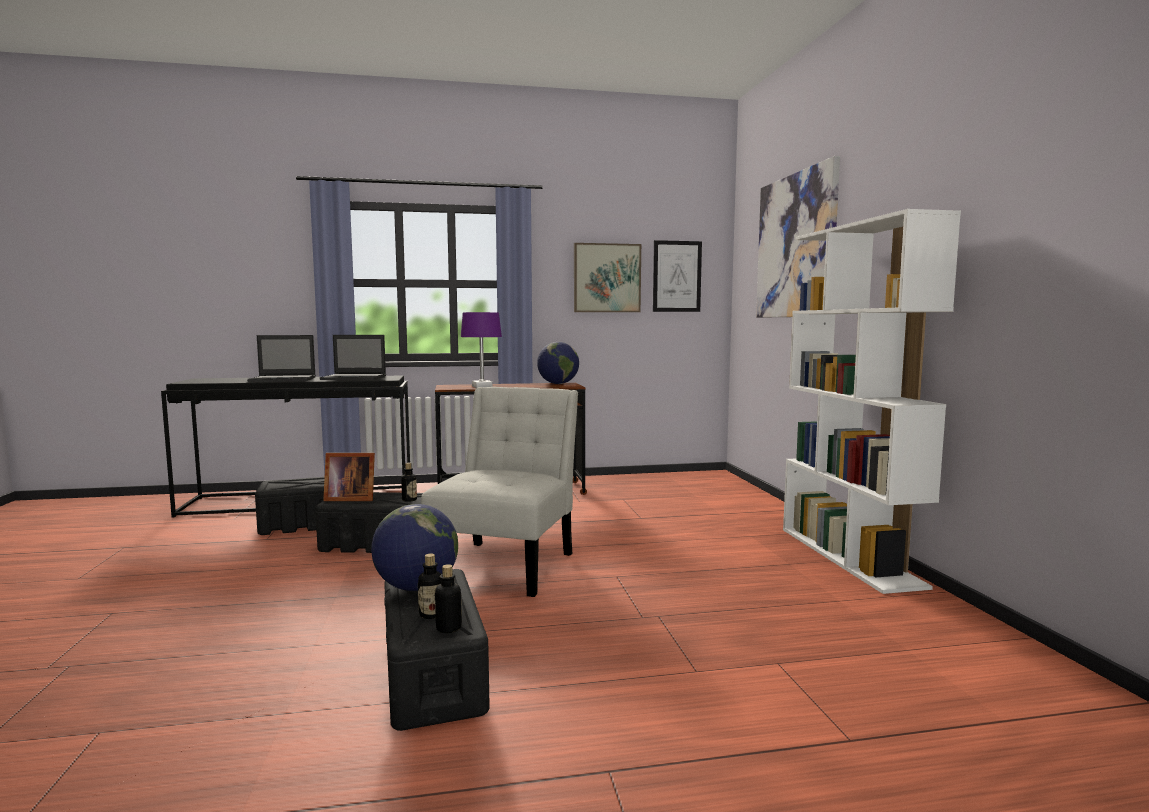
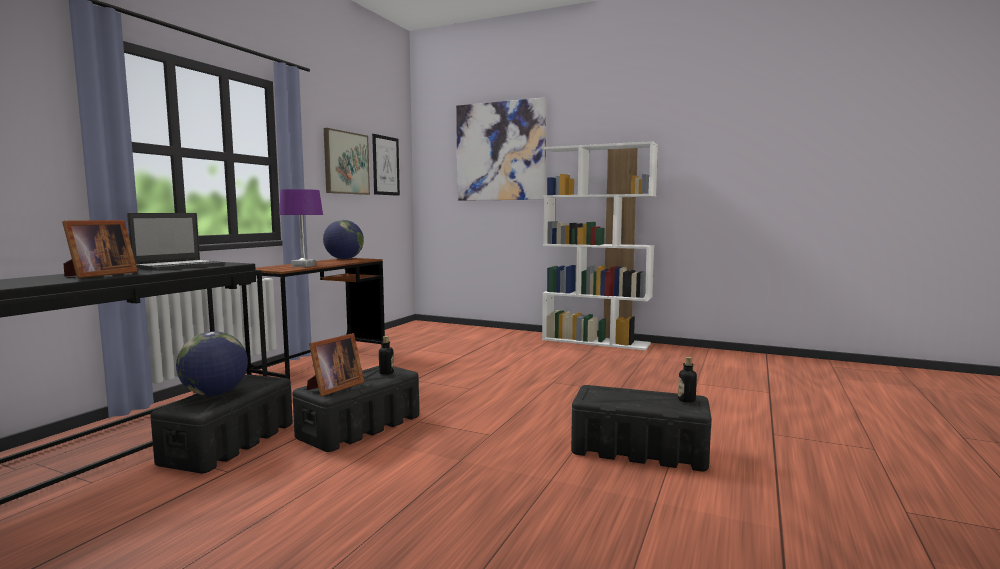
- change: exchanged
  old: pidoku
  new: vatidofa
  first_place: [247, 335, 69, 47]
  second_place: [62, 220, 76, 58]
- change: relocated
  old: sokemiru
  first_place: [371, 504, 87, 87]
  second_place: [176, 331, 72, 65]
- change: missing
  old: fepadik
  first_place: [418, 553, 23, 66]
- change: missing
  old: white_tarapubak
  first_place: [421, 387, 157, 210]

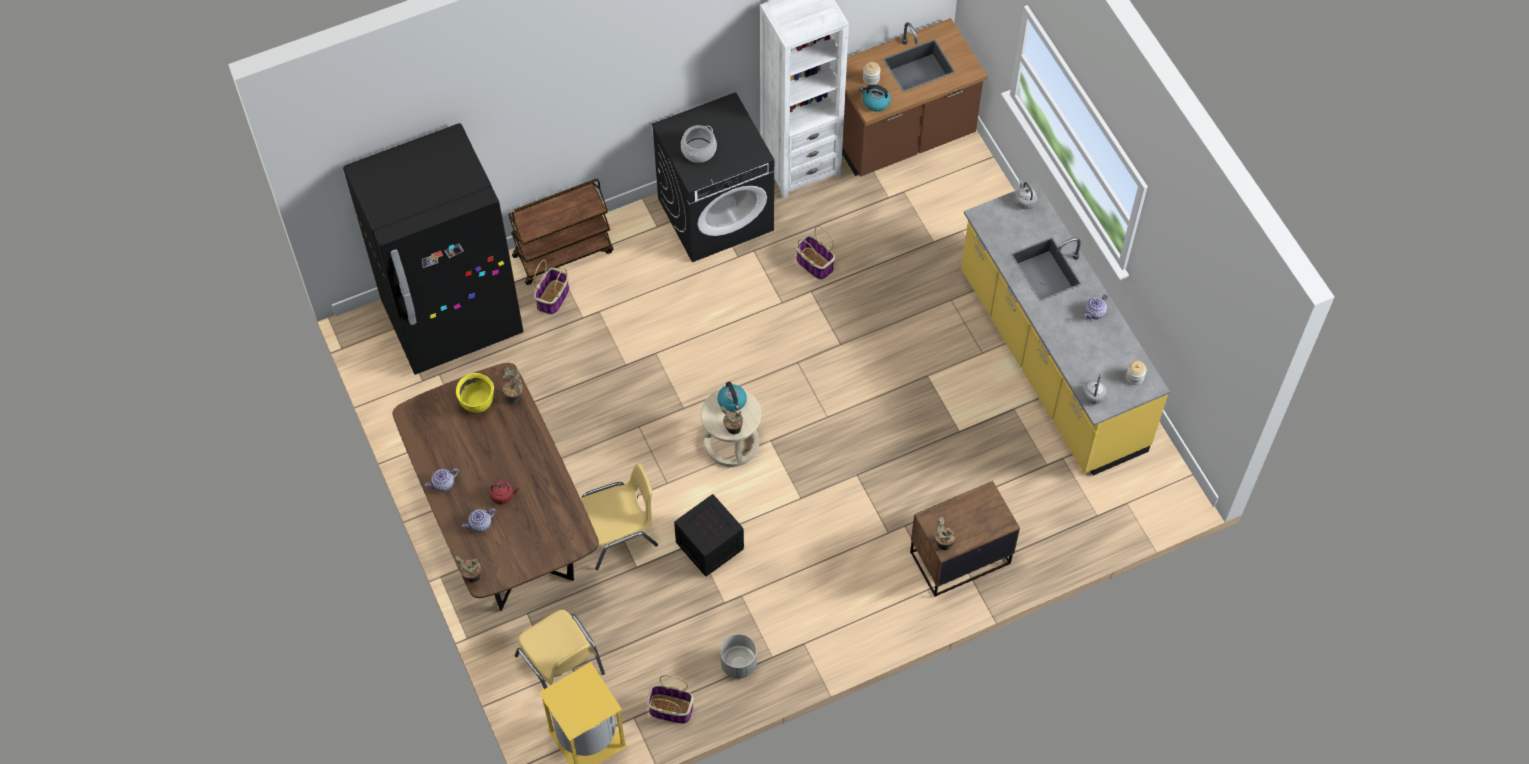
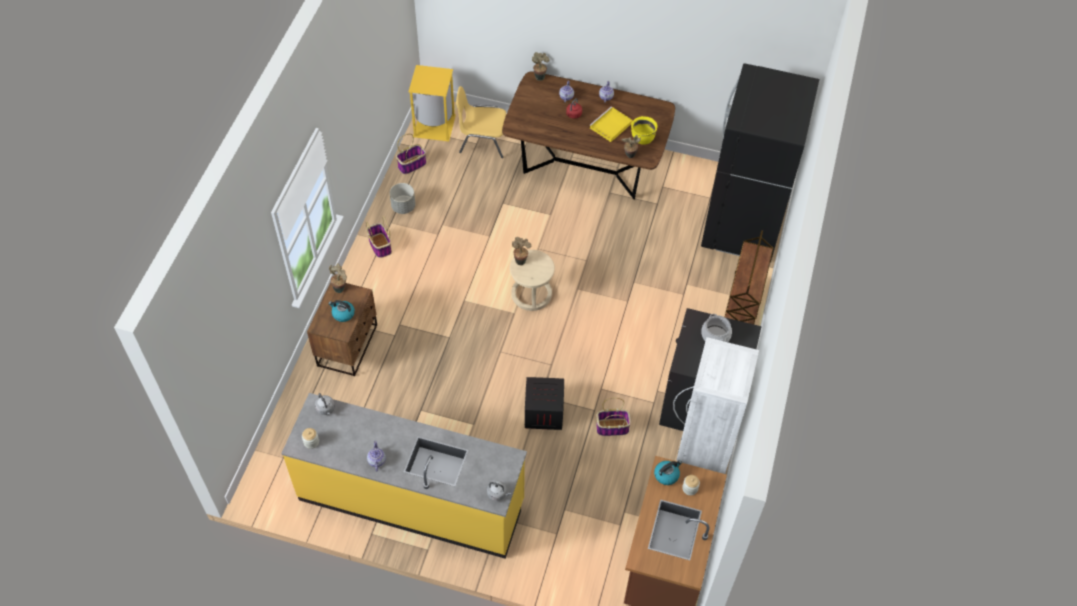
- change: relocated
  old: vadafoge
  first_place: [717, 382, 30, 30]
  second_place: [328, 300, 27, 22]
- change: relocated
  old: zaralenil
  first_place: [534, 260, 35, 55]
  second_place: [366, 216, 26, 42]
- change: relocated
  old: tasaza
  first_place: [674, 494, 70, 82]
  second_place: [525, 377, 39, 53]
- change: appeared
  new: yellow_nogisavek
  second_place: [589, 106, 44, 36]
- change: missing
  old: yellow_tarapubak
  first_place: [581, 463, 77, 107]

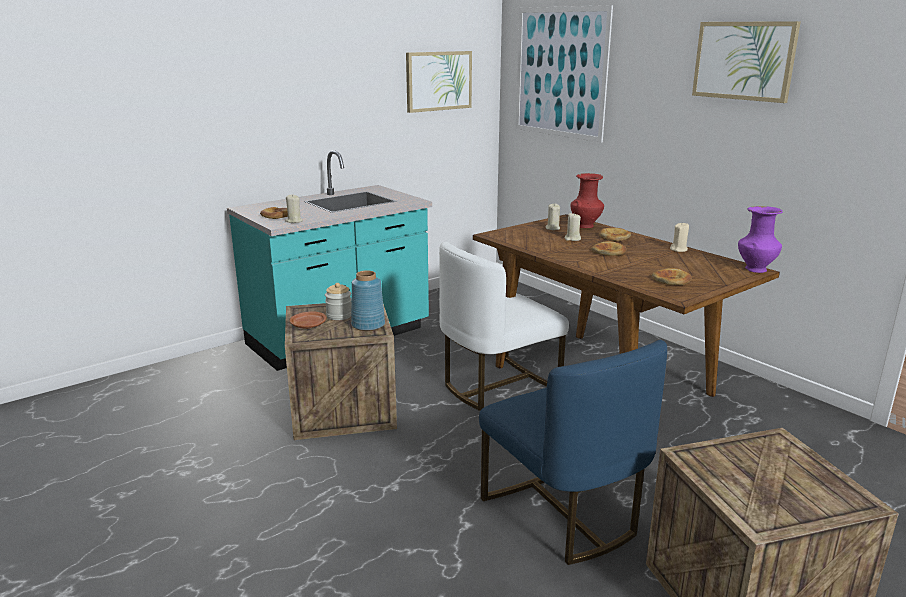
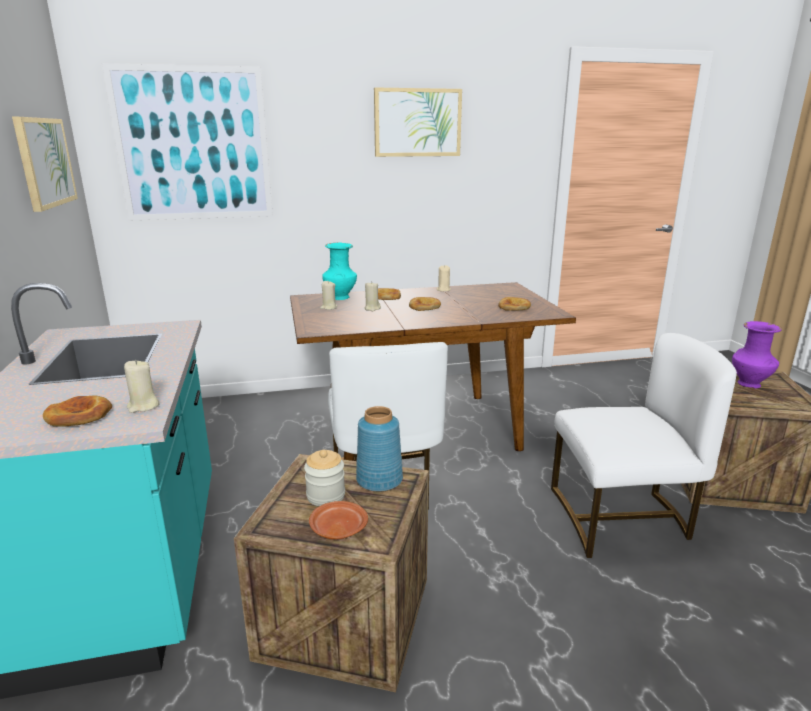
- change: colour
  old: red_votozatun
  new: turquoise_votozatun
  first_place: [571, 173, 33, 55]
  second_place: [322, 243, 35, 57]
- change: colour
  old: blue_tarapubak
  new: white_tarapubak
  first_place: [479, 340, 188, 225]
  second_place: [551, 333, 186, 225]
- change: relocated
  old: purple_votozatun
  first_place: [738, 206, 45, 67]
  second_place: [732, 321, 50, 67]

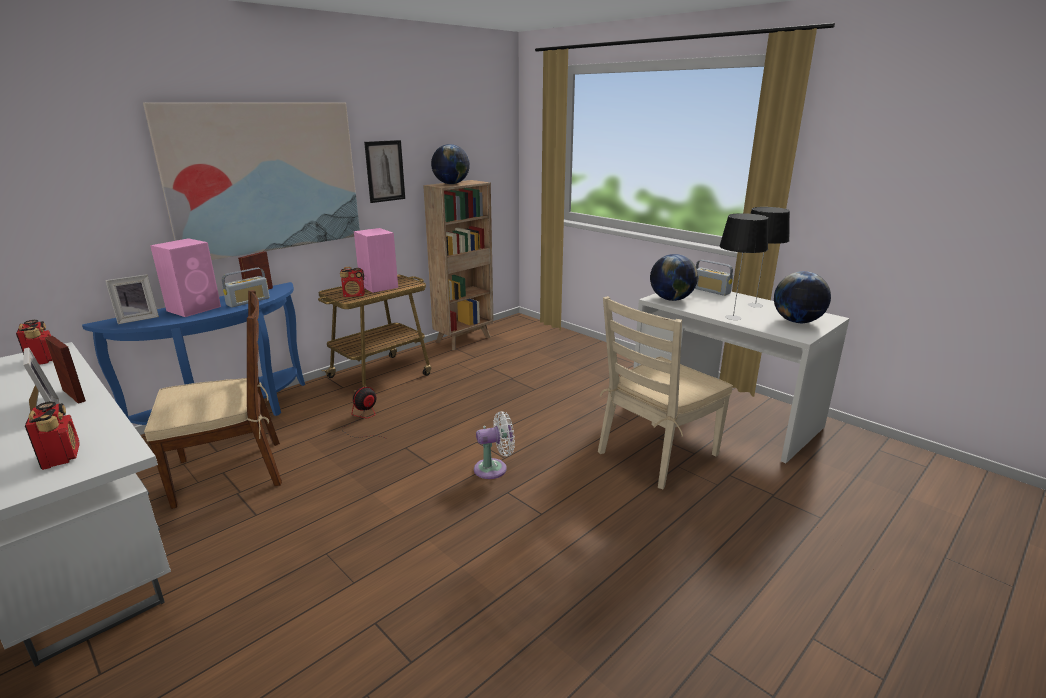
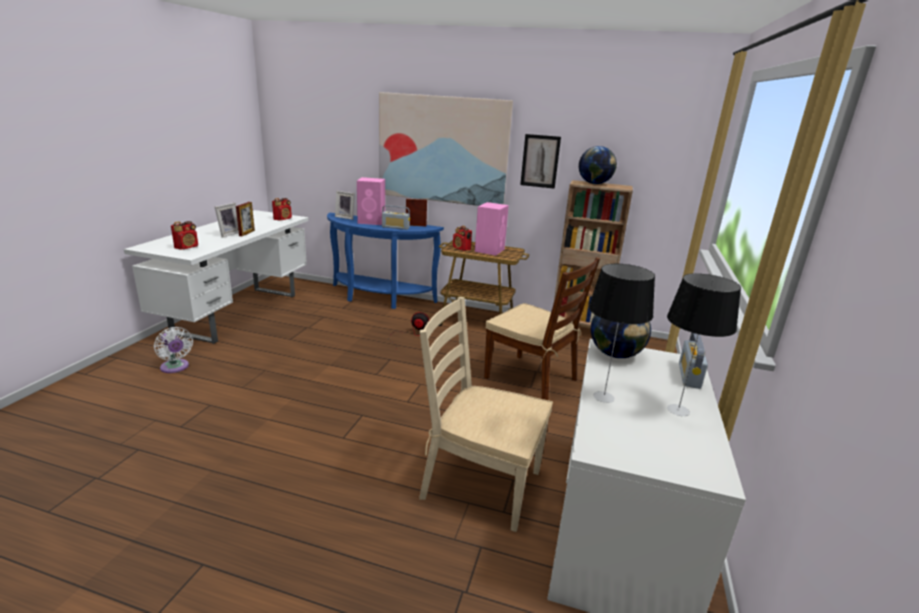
- change: relocated
  old: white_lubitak
  first_place: [474, 411, 41, 68]
  second_place: [154, 327, 39, 46]
- change: relocated
  old: brown_tarapubak
  first_place: [144, 290, 138, 219]
  second_place: [484, 257, 116, 143]
- change: missing
  old: sokemiru
  first_place: [774, 271, 57, 52]

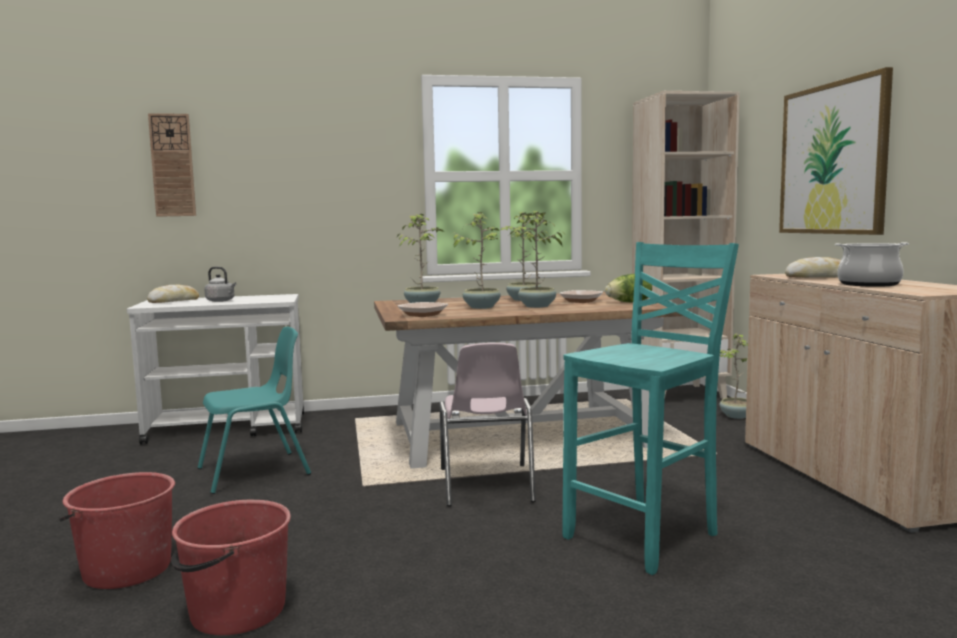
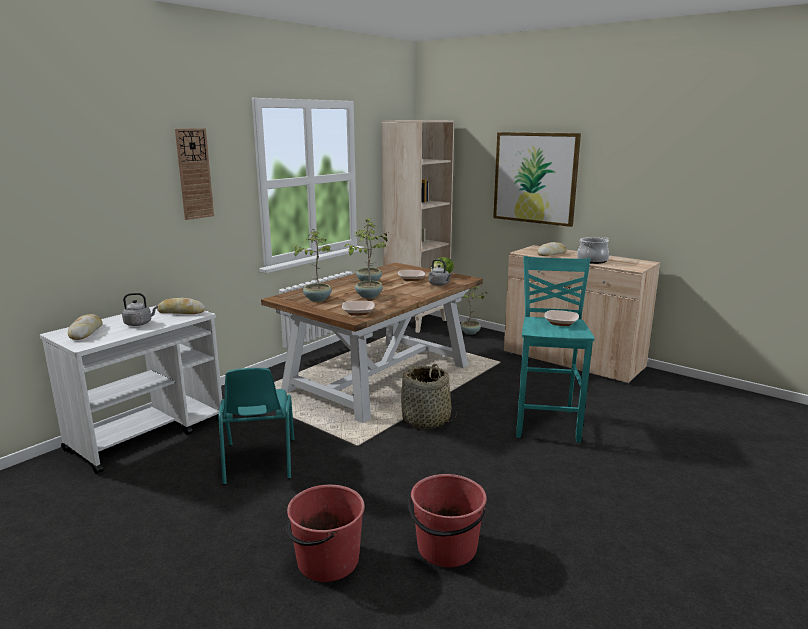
- change: appeared
  new: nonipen
  second_place: [157, 298, 48, 16]
- change: relocated
  old: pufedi
  first_place: [148, 113, 48, 104]
  second_place: [175, 128, 39, 92]
- change: spun
  old: turquoise_tarapubak
  first_place: [198, 327, 113, 167]
  second_place: [218, 368, 76, 117]
  degrees: 150
- change: exchanged
  old: pink_tarapubak
  new: zaralenil
  first_place: [440, 343, 96, 163]
  second_place: [401, 364, 56, 65]
- change: appeared
  new: grey_vadafoge
  second_place: [429, 259, 23, 27]
- change: appeared
  new: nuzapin
  second_place: [544, 310, 35, 16]
- change: missing
  old: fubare
  first_place: [513, 211, 52, 97]

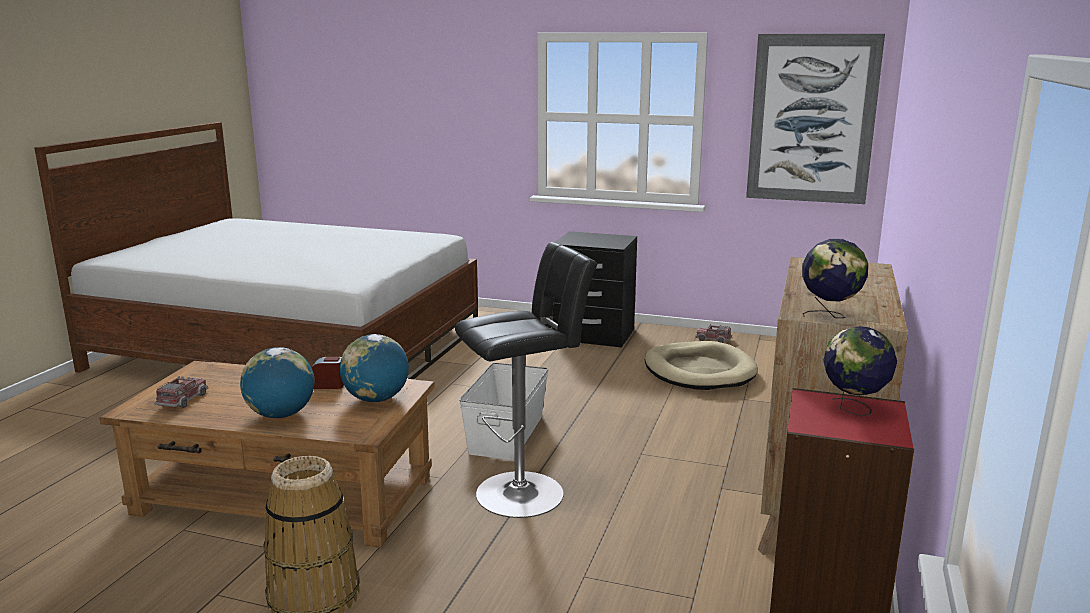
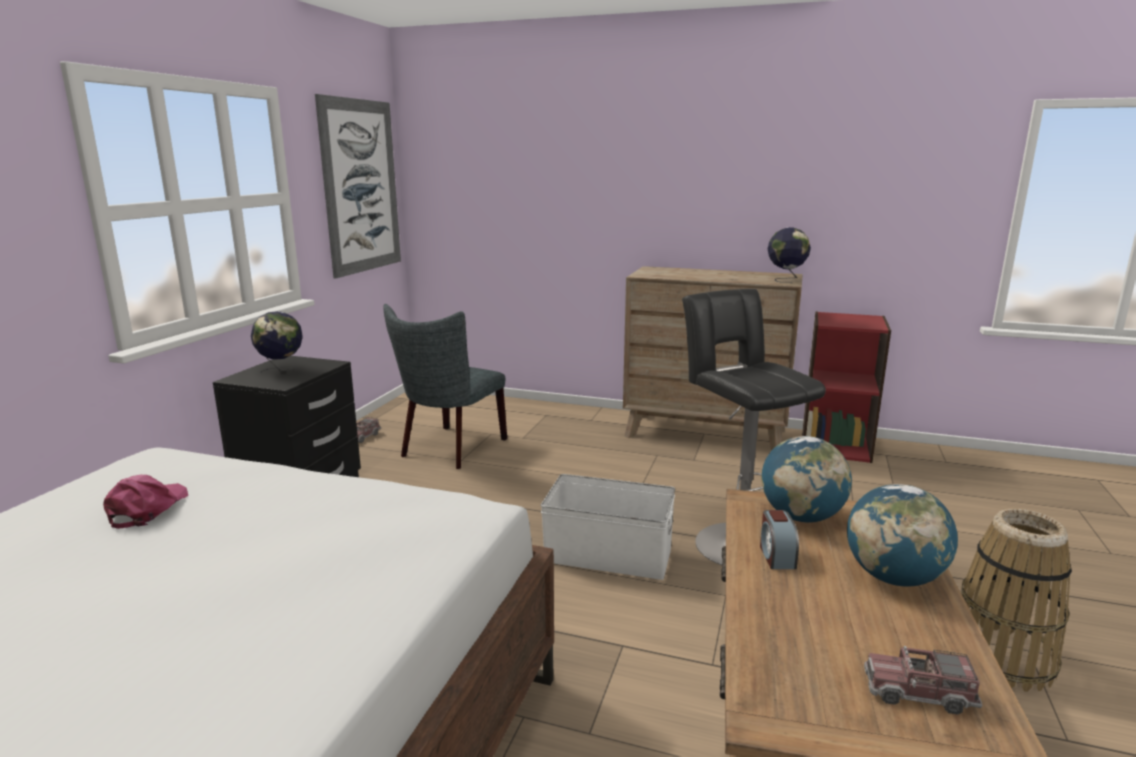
- change: appeared
  new: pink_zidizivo
  second_place: [103, 475, 85, 54]
- change: relocated
  old: sokemiru
  first_place: [823, 326, 74, 91]
  second_place: [251, 311, 52, 63]
- change: exchanged
  old: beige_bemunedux
  new: grey_tarapubak
  first_place: [645, 341, 113, 49]
  second_place: [383, 304, 124, 165]

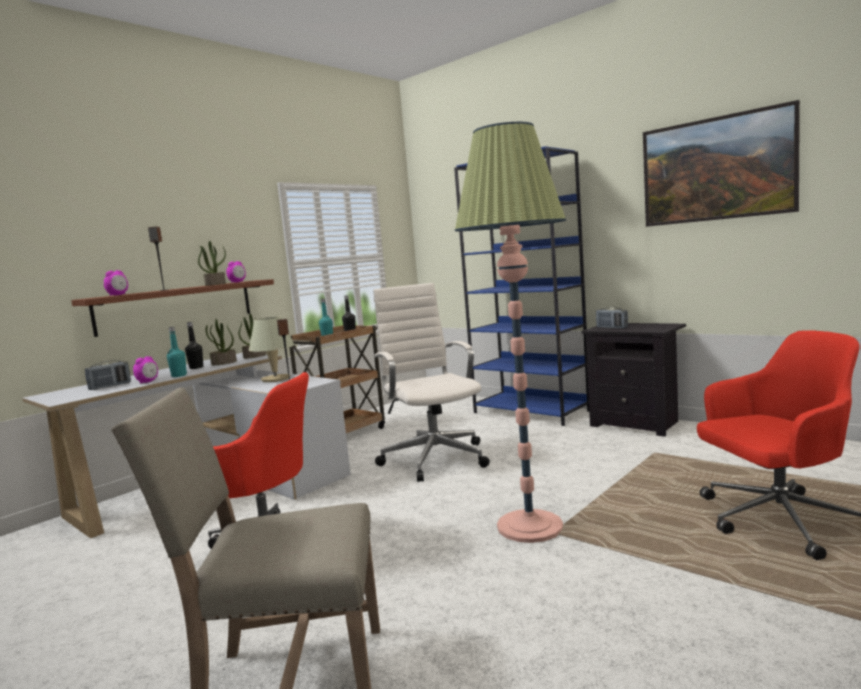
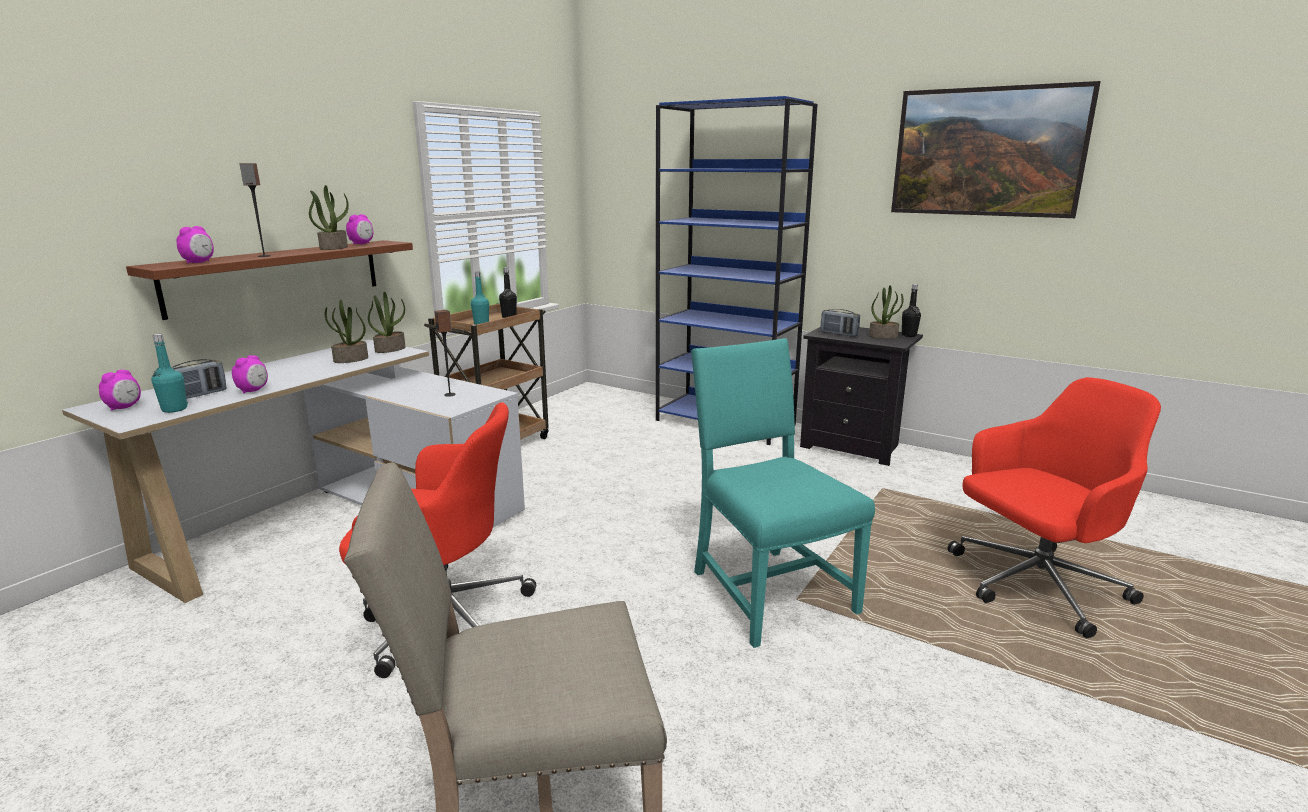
- change: appeared
  new: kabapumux
  second_place: [99, 370, 42, 41]
- change: relocated
  old: turquoise_fepadik
  first_place: [167, 327, 20, 50]
  second_place: [151, 334, 37, 79]
- change: exchanged
  old: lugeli
  new: turquoise_tarapubak
  first_place: [455, 122, 111, 421]
  second_place: [691, 338, 184, 310]
- change: appeared
  new: fubare
  second_place: [869, 285, 35, 54]
- change: relocated
  old: black_fepadik
  first_place: [185, 322, 18, 47]
  second_place: [902, 284, 19, 53]
- change: missing
  old: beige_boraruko
  first_place: [249, 317, 45, 65]
- change: missing
  old: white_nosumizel
  first_place: [373, 283, 117, 199]

